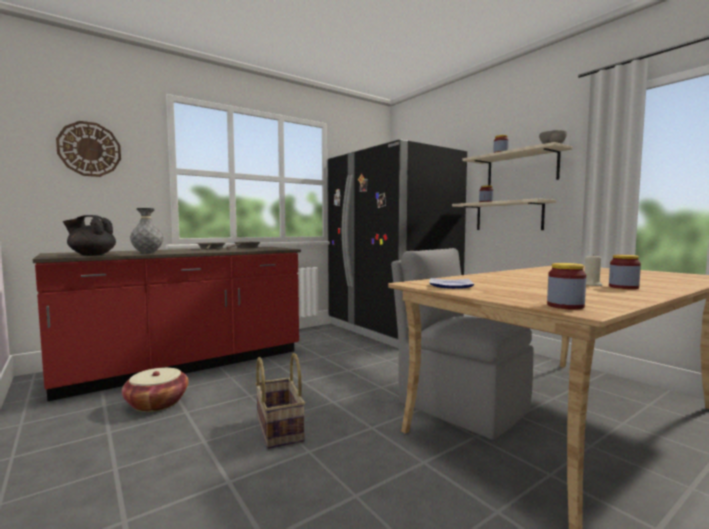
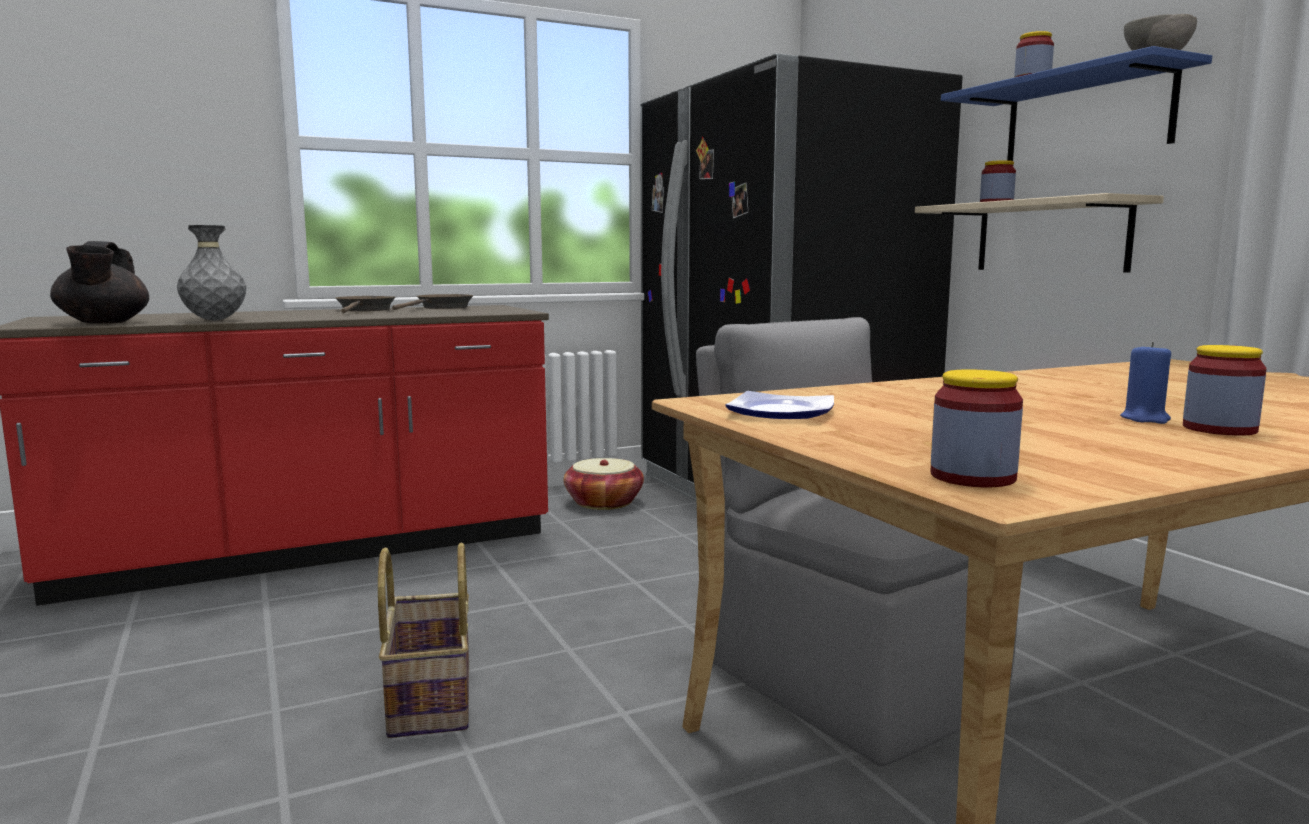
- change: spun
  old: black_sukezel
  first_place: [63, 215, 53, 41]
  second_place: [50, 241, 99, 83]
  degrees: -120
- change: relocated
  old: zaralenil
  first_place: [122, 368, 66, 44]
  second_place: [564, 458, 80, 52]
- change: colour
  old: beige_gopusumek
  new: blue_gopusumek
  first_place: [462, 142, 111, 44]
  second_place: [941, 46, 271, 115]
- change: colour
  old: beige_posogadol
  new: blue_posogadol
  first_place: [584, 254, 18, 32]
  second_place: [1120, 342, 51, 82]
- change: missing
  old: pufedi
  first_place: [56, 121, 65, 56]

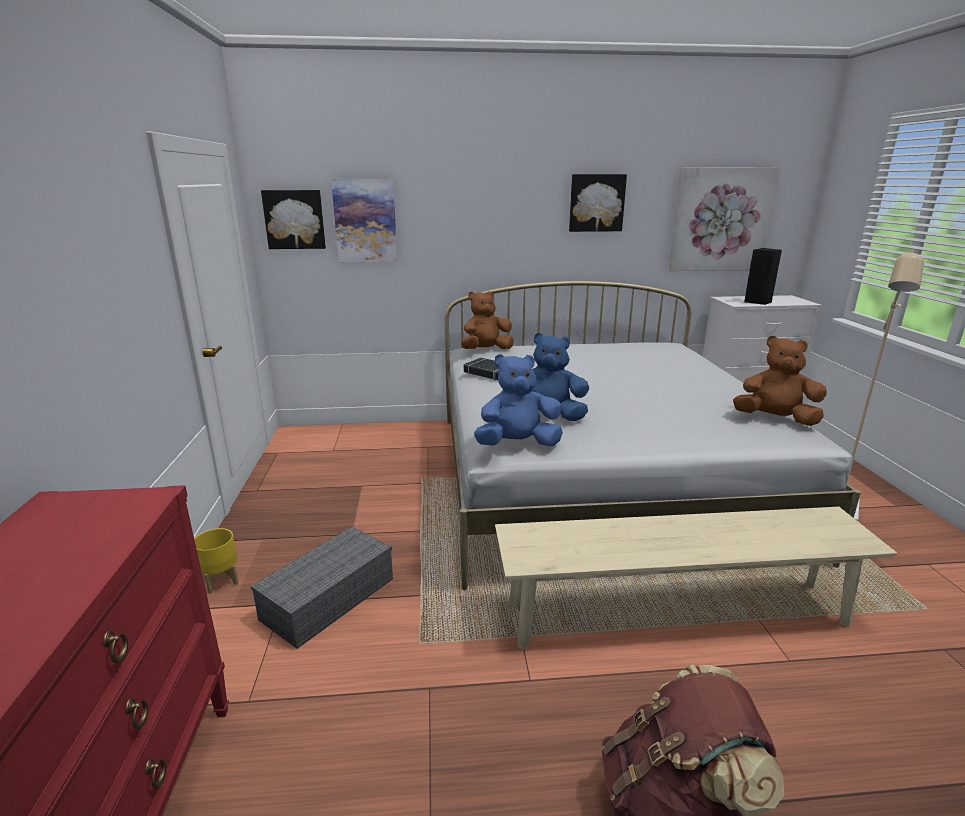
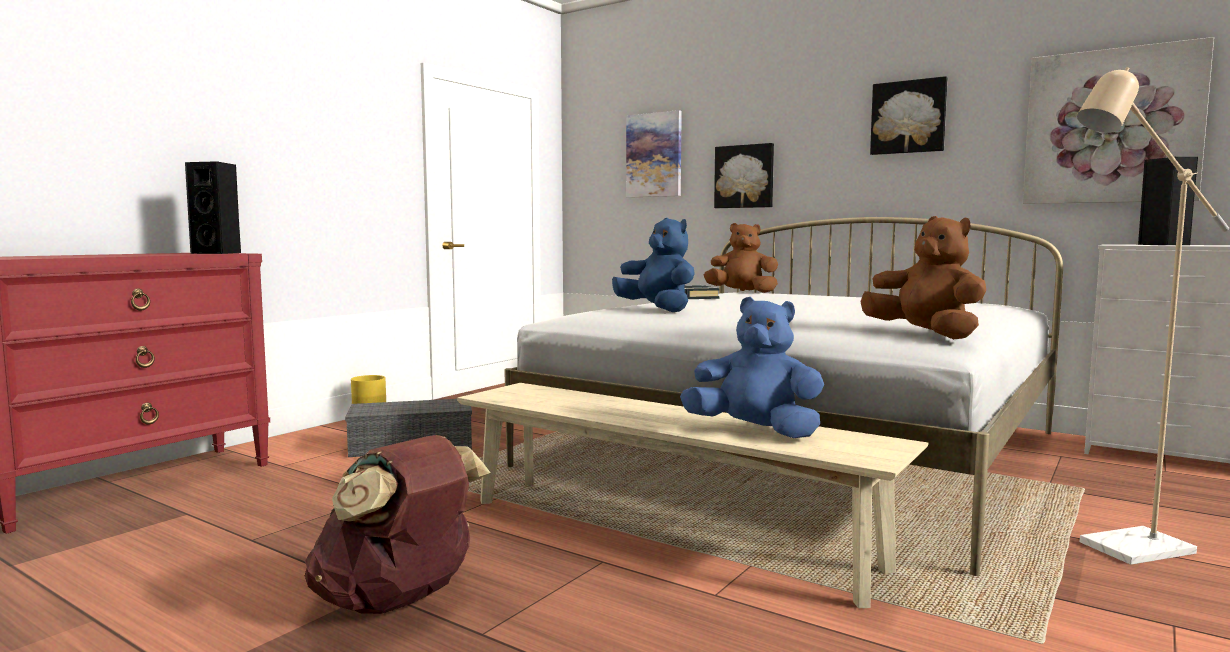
- change: appeared
  new: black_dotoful
  second_place: [184, 161, 57, 93]
- change: relocated
  old: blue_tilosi
  first_place: [474, 354, 89, 92]
  second_place: [680, 297, 144, 141]
- change: relocated
  old: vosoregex
  first_place: [261, 190, 65, 59]
  second_place: [714, 143, 60, 65]

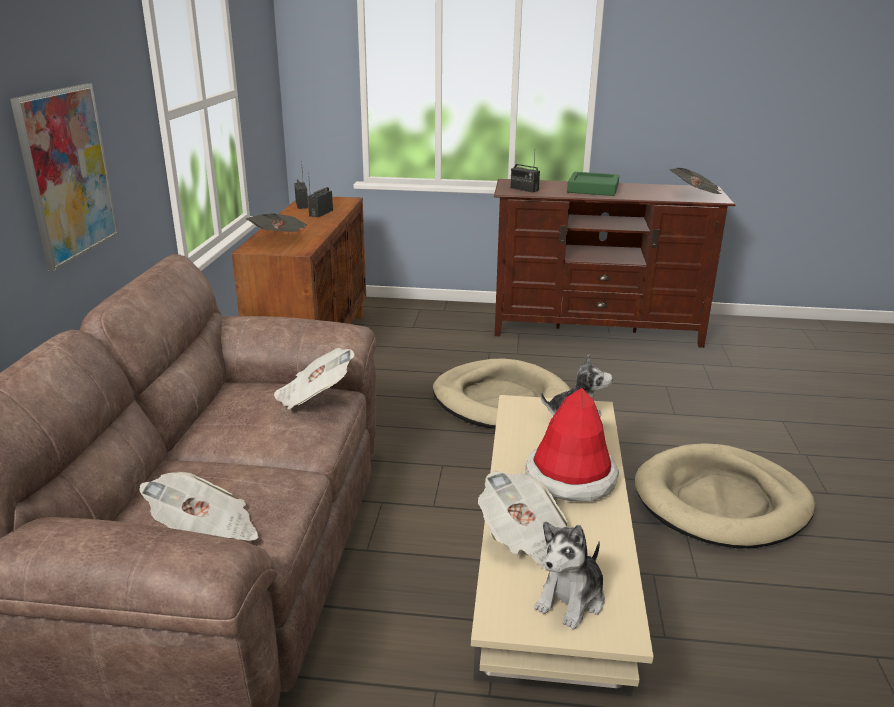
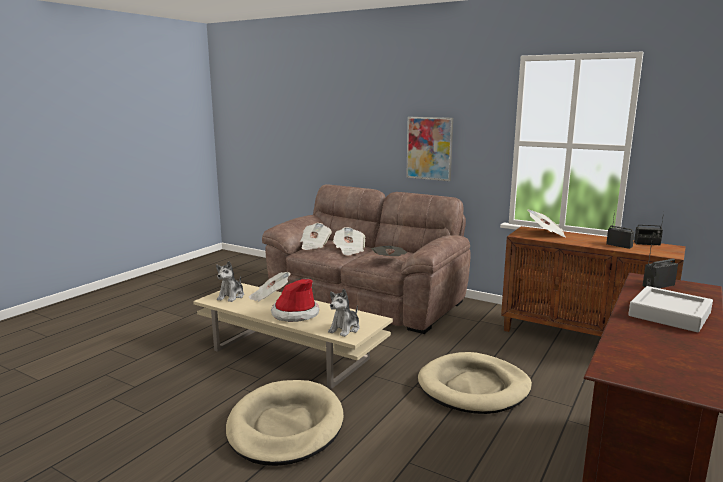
- change: spun
  old: tilosi
  first_place: [534, 521, 71, 108]
  second_place: [216, 261, 28, 41]
  degrees: -135
- change: relocated
  old: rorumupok
  first_place: [670, 168, 52, 26]
  second_place: [333, 227, 32, 29]
- change: colour
  old: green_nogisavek
  new: grey_nogisavek
  first_place: [567, 172, 52, 24]
  second_place: [628, 286, 85, 46]

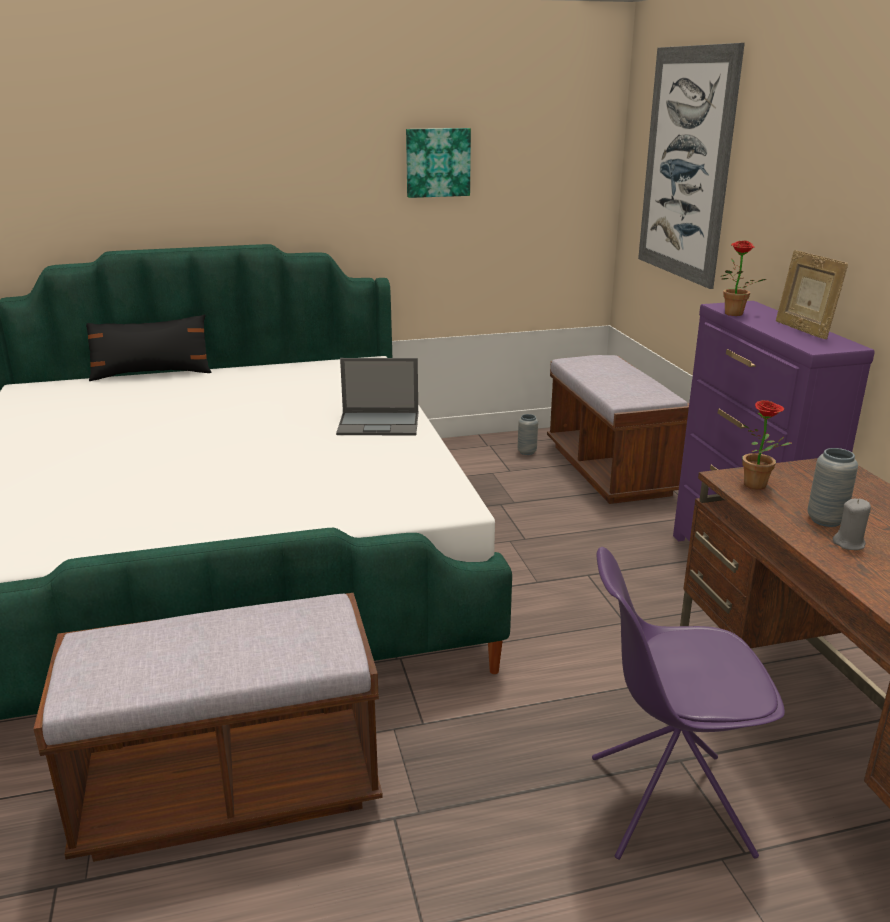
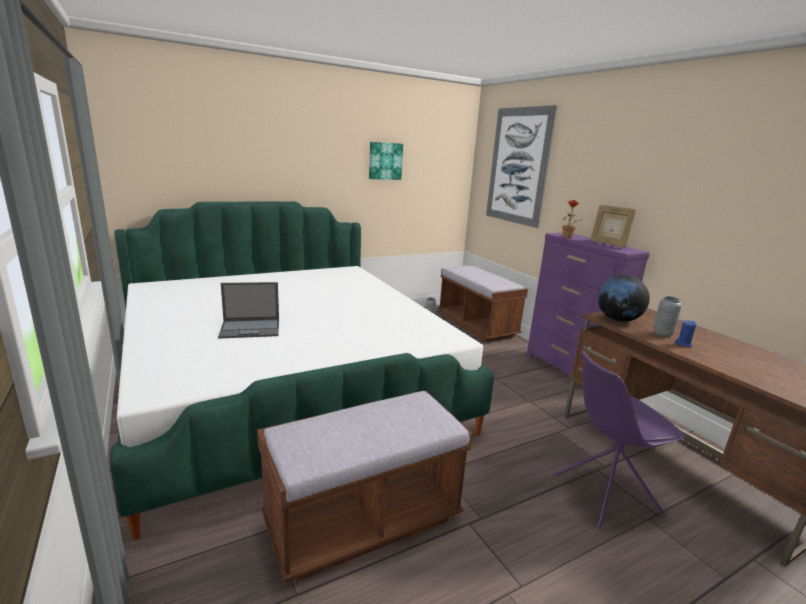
- change: relocated
  old: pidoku
  first_place: [336, 358, 82, 77]
  second_place: [218, 282, 61, 57]
- change: exchanged
  old: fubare
  new: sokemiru
  first_place: [742, 400, 50, 90]
  second_place: [598, 275, 52, 47]
- change: colour
  old: grey_posogadol
  new: blue_posogadol
  first_place: [833, 499, 38, 51]
  second_place: [675, 320, 22, 27]
- change: missing
  old: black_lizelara
  first_place: [86, 314, 126, 67]

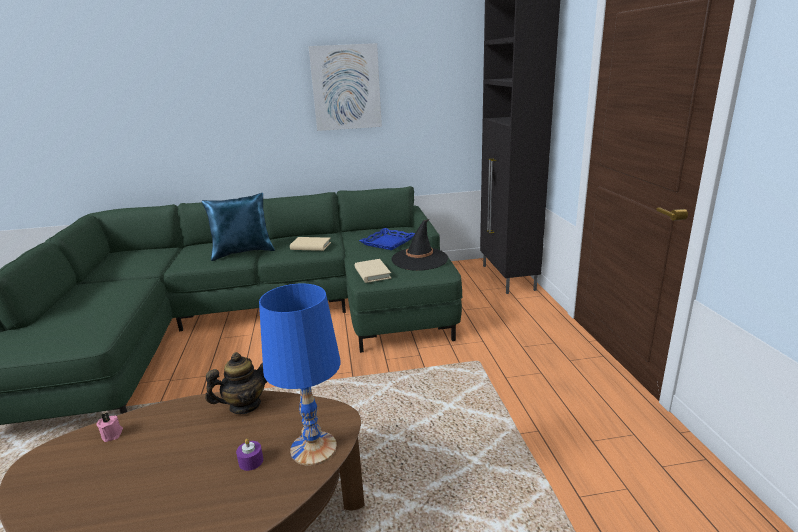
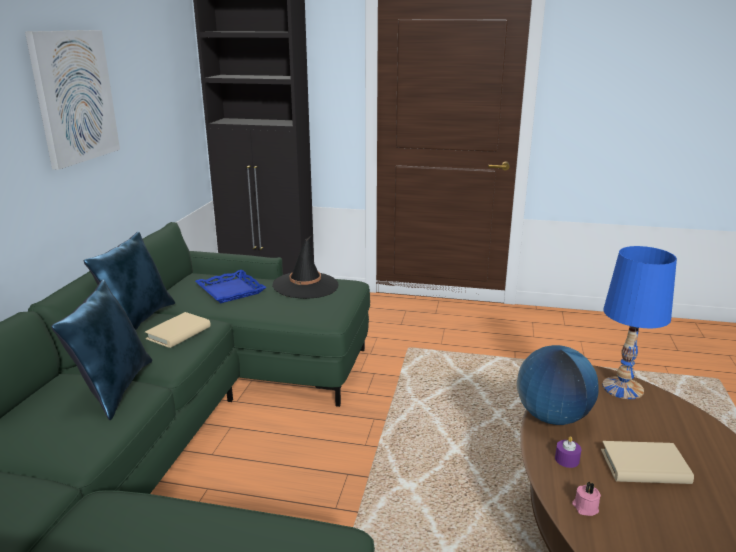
- change: appeared
  new: blue_lizelara
  second_place: [84, 231, 91, 99]
- change: exchanged
  old: sukezel
  new: sokemiru
  first_place: [205, 352, 62, 62]
  second_place: [517, 345, 82, 80]
- change: relocated
  old: purple_posogadol
  first_place: [236, 439, 27, 32]
  second_place: [555, 436, 27, 32]
- change: relocated
  old: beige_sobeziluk
  first_place: [355, 259, 36, 24]
  second_place: [601, 441, 93, 43]

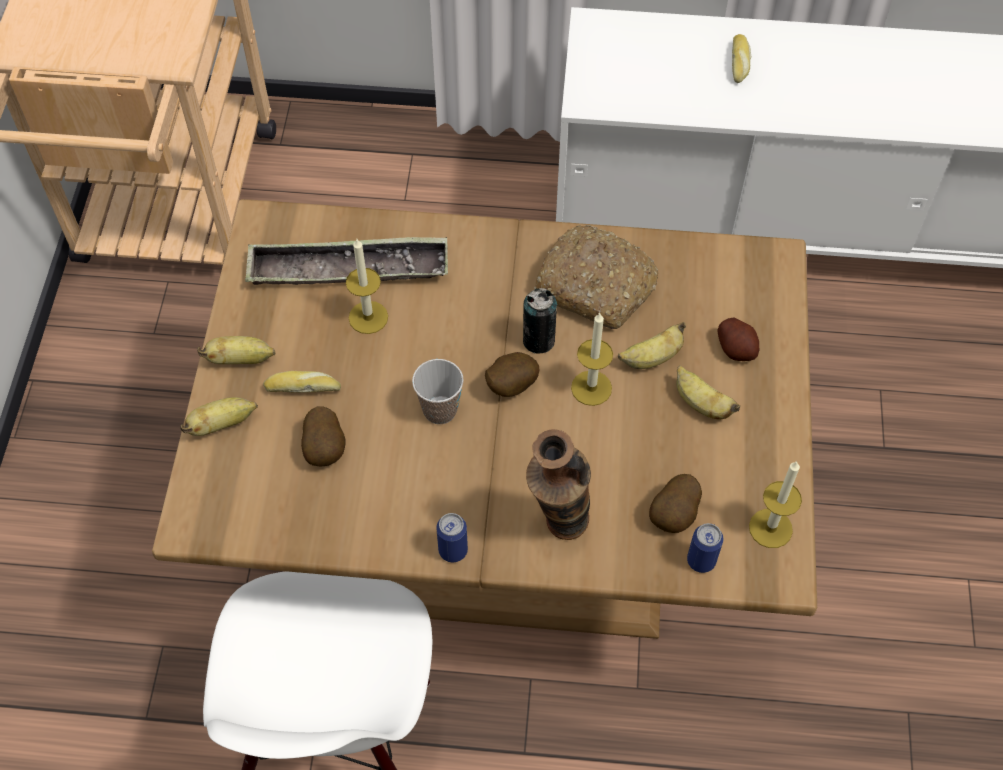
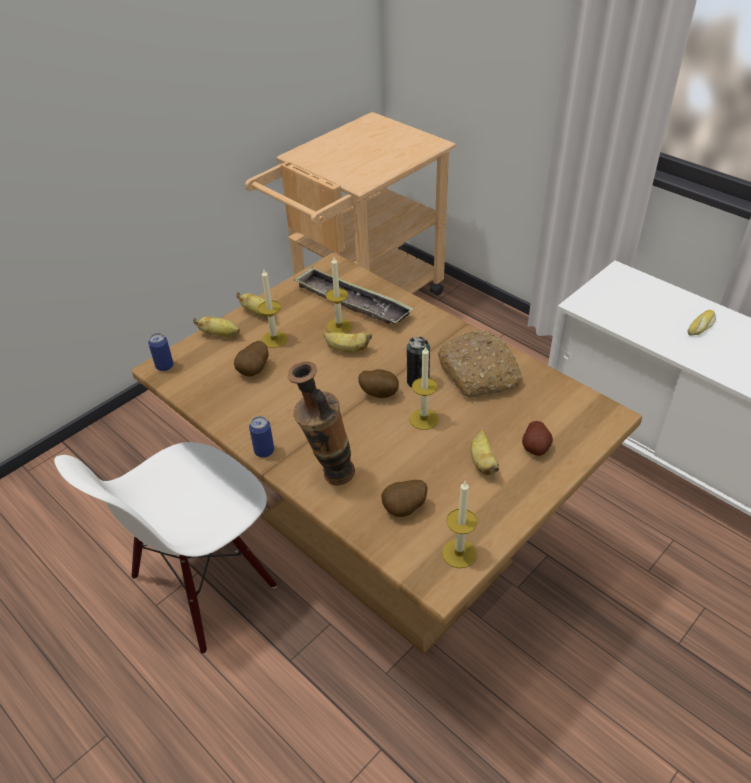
- change: relocated
  old: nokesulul
  first_place: [687, 523, 36, 50]
  second_place: [148, 333, 25, 38]
- change: exchanged
  old: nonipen
  new: posogadol
  first_place: [263, 371, 78, 22]
  second_place: [258, 268, 30, 80]
- change: relocated
  old: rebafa
  first_place: [618, 322, 68, 47]
  second_place: [323, 332, 49, 20]
- change: missing
  old: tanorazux
  first_place: [412, 359, 52, 65]

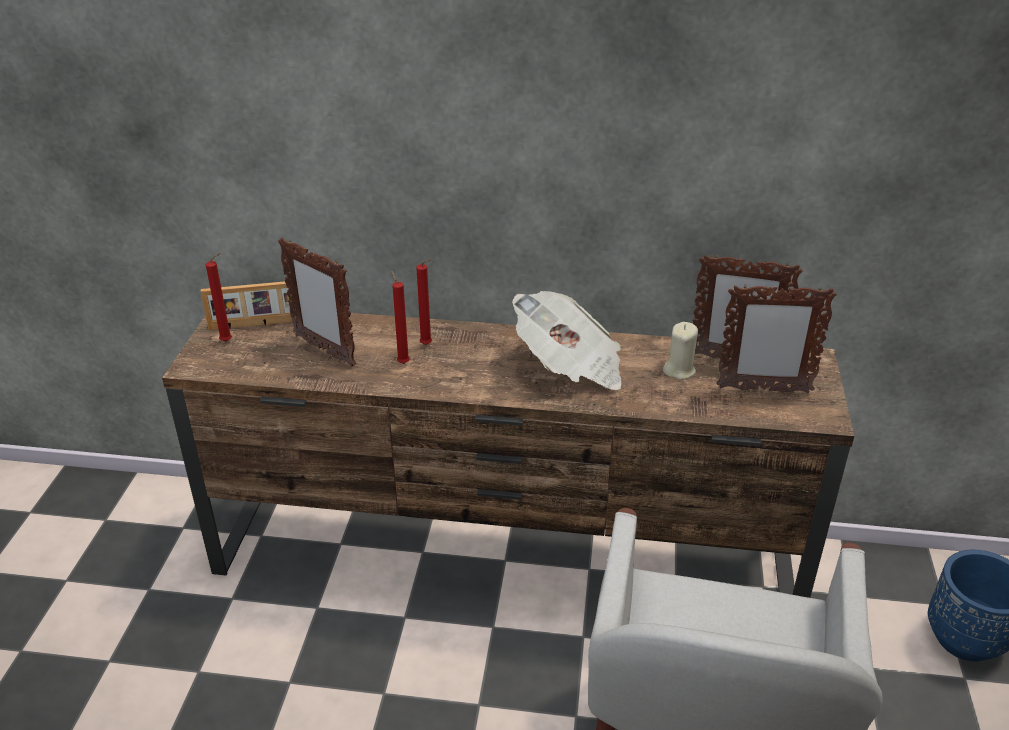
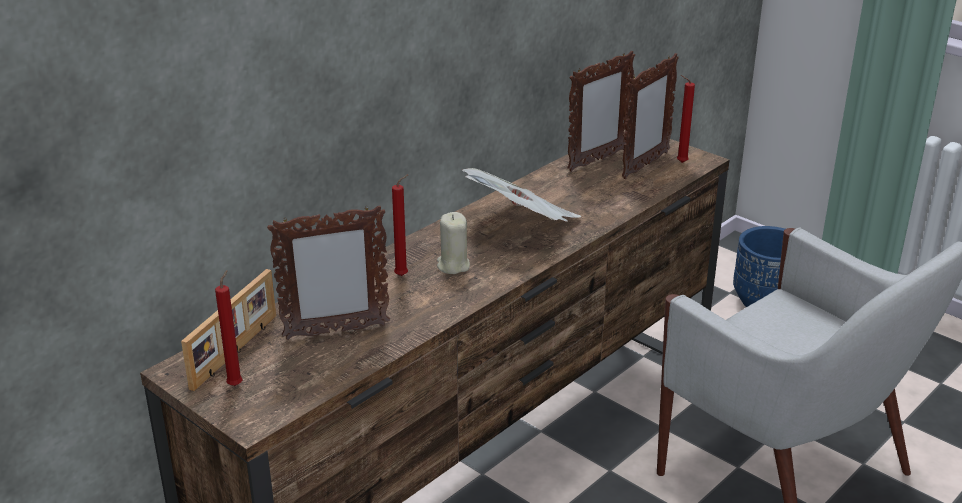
- change: relocated
  old: beige_posogadol
  first_place: [663, 322, 35, 58]
  second_place: [437, 212, 33, 62]
- change: relocated
  old: red_posogadol
  first_place: [391, 270, 19, 94]
  second_place: [677, 75, 18, 88]

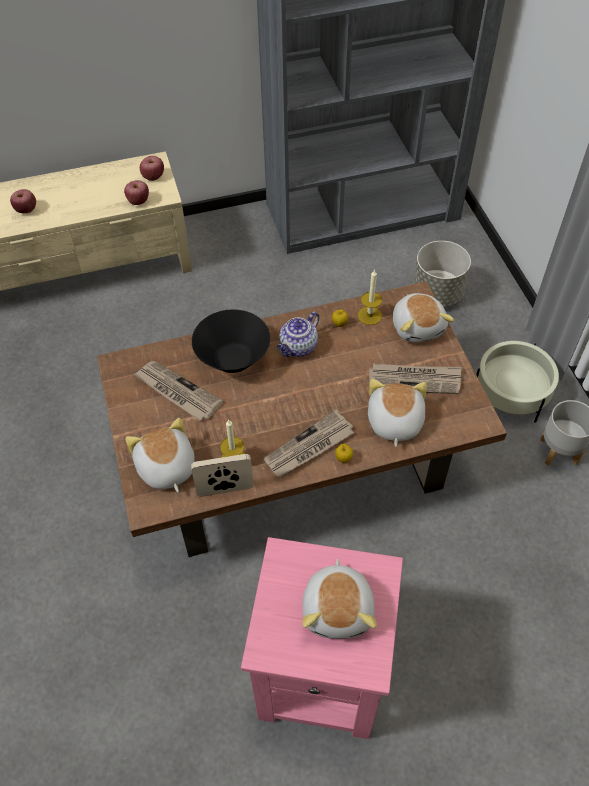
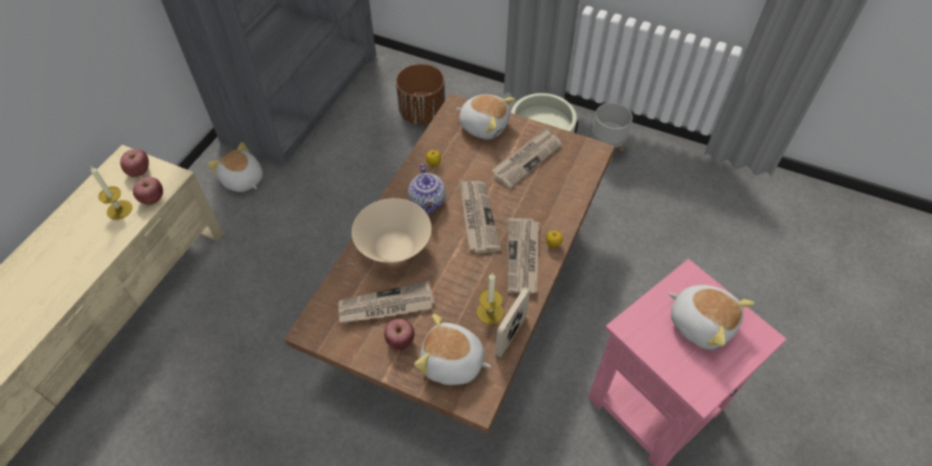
- change: relocated
  old: posogadol
  first_place: [358, 269, 24, 56]
  second_place: [91, 167, 41, 53]
- change: relocated
  old: tilosi
  first_place: [368, 379, 59, 68]
  second_place: [208, 142, 55, 50]
- change: colour
  old: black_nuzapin
  new: beige_nuzapin
  first_place: [192, 309, 78, 64]
  second_place: [352, 198, 79, 65]
- change: relocated
  old: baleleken
  first_place: [10, 189, 26, 25]
  second_place: [384, 319, 30, 31]
- change: colour
  old: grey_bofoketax
  new: brown_bofoketax
  first_place: [413, 241, 58, 67]
  second_place: [396, 64, 49, 61]
- change: appeared
  new: rorumupok
  second_place: [459, 180, 42, 74]

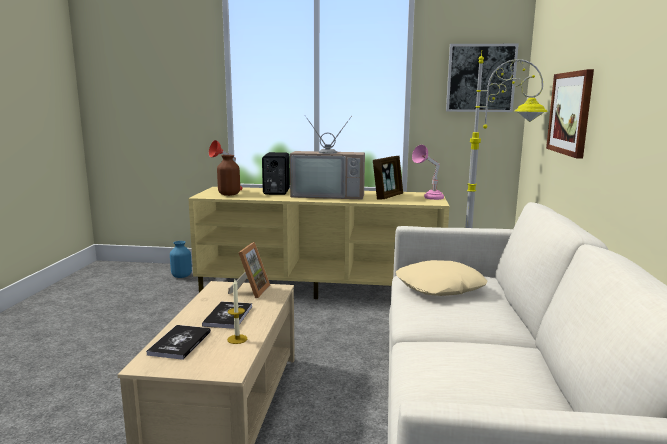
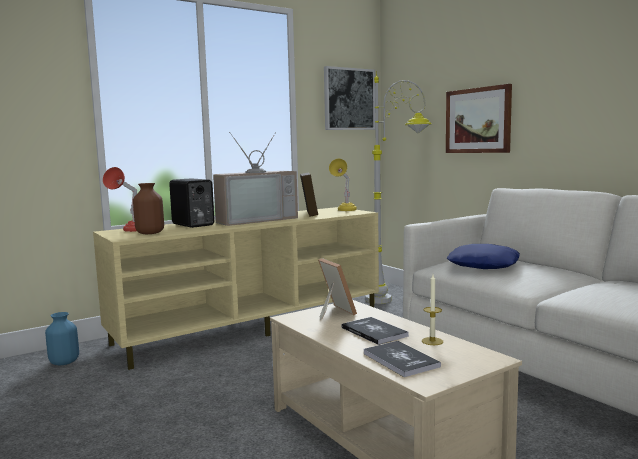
- change: colour
  old: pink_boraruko
  new: yellow_boraruko
  first_place: [412, 145, 32, 55]
  second_place: [329, 159, 28, 52]
- change: colour
  old: beige_lizelara
  new: blue_lizelara
  first_place: [396, 260, 91, 36]
  second_place: [447, 244, 73, 25]

